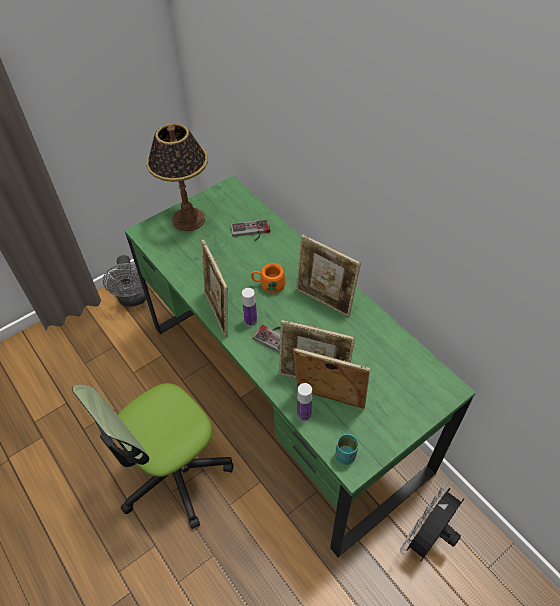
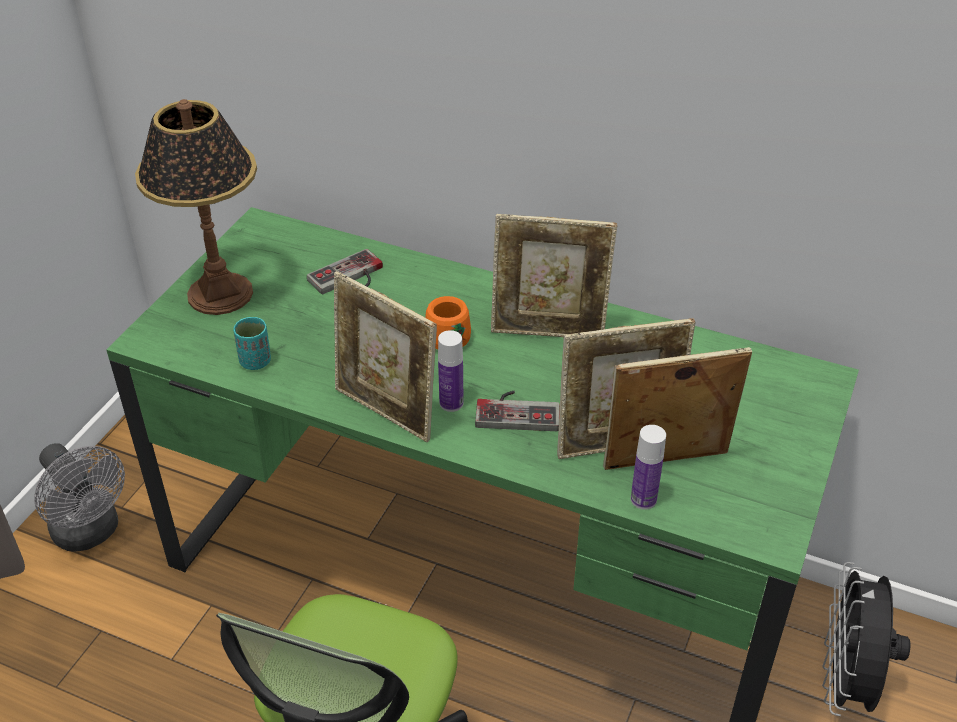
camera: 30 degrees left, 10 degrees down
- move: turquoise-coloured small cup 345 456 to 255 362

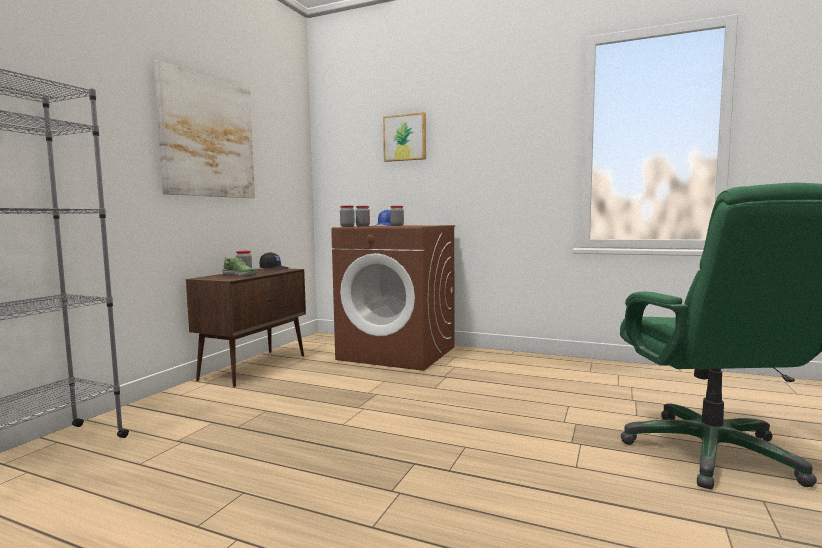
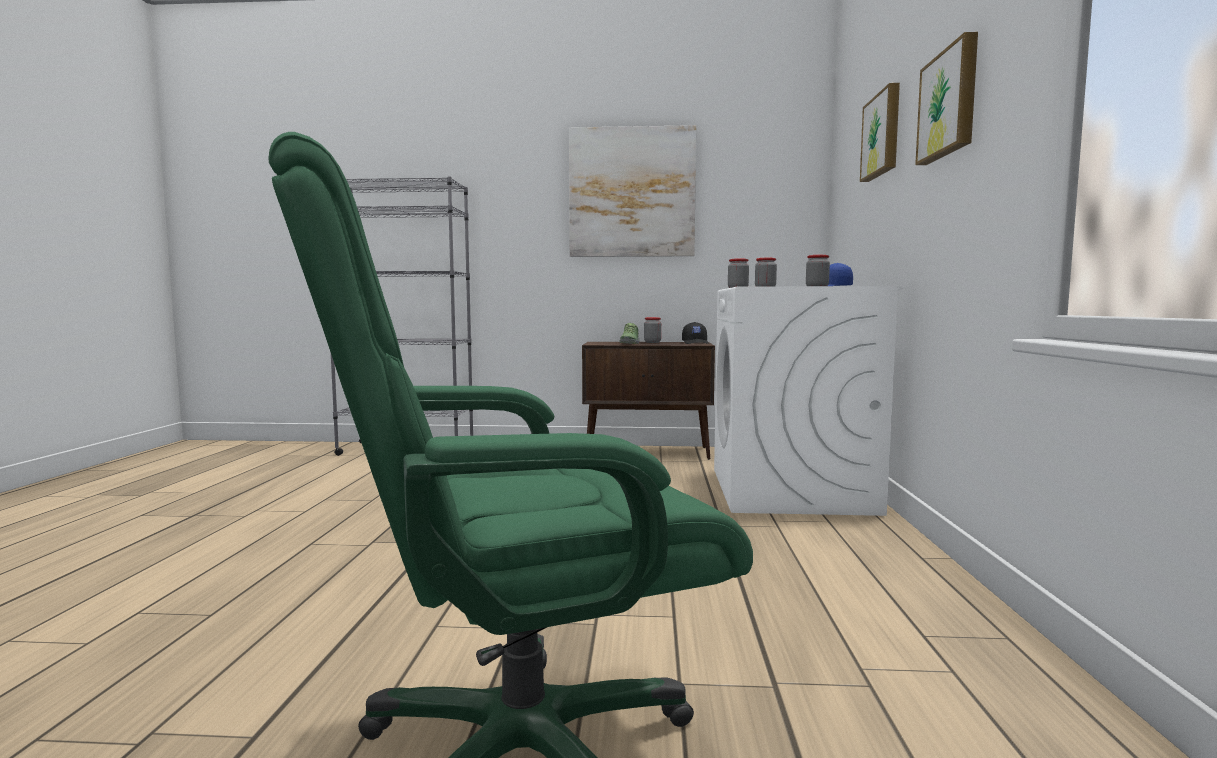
camera: 70 degrees right, 0 degrees up
- recolor: brown laundry machine 398 353 to whitish laundry machine 791 491
- insert: wall picture 950 104

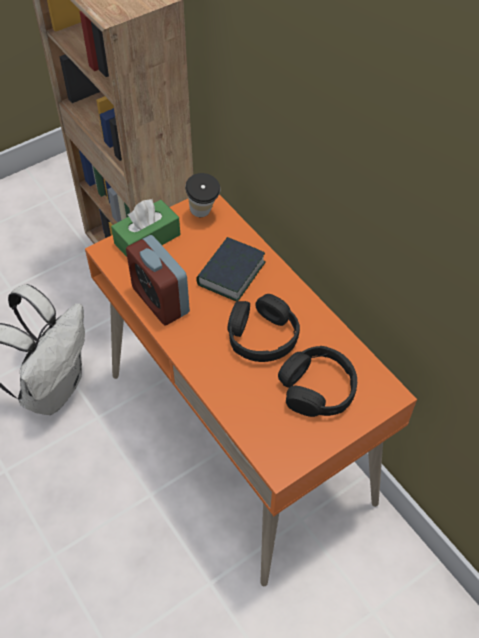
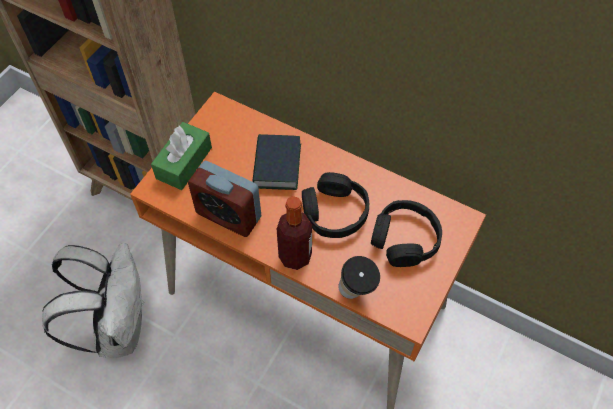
camera: 25 degrees left, 5 degrees up
- move: small cup 203 215 to 356 293
- insert: beverage bottle 295 256

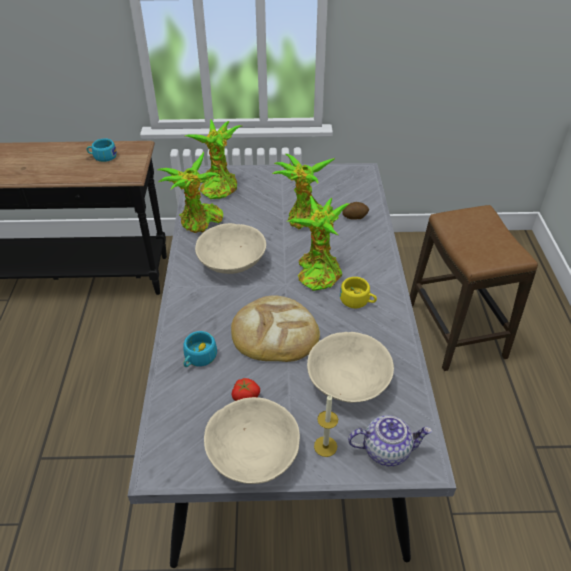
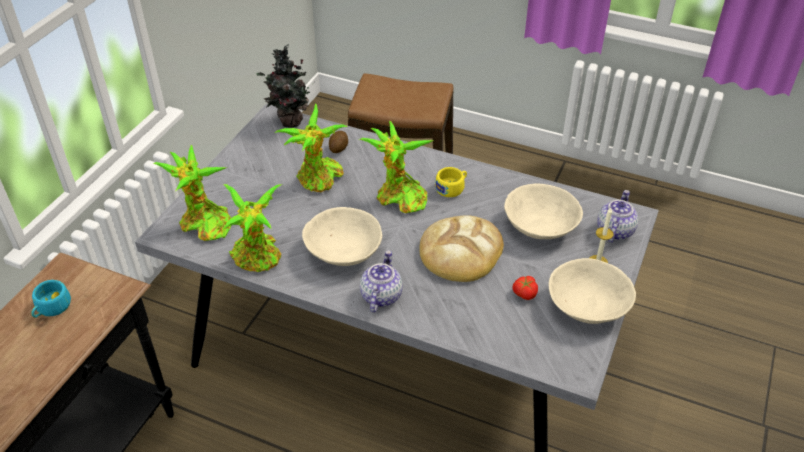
camera: 65 degrees left, 0 degrees up
- delete: turquoise-coloured small cup 198 358
- insert: houseplant 289 122
- insert: teapot 380 295

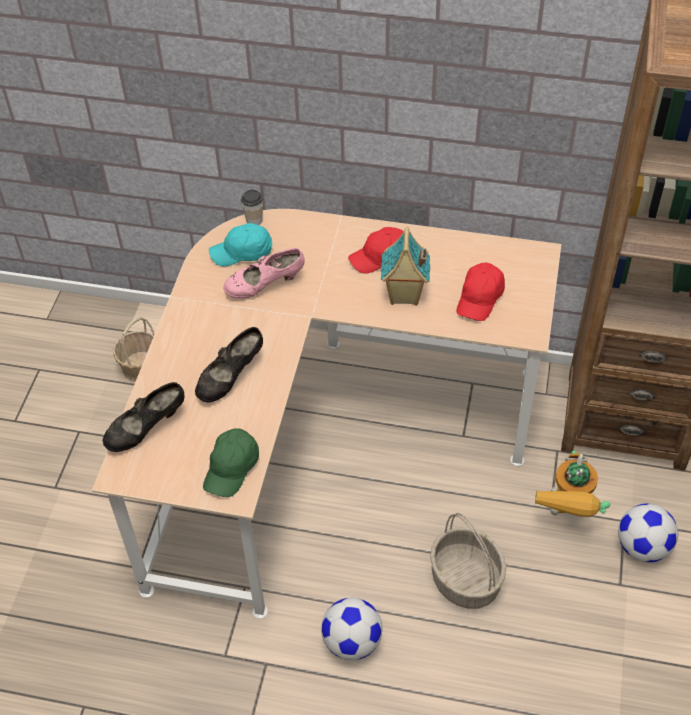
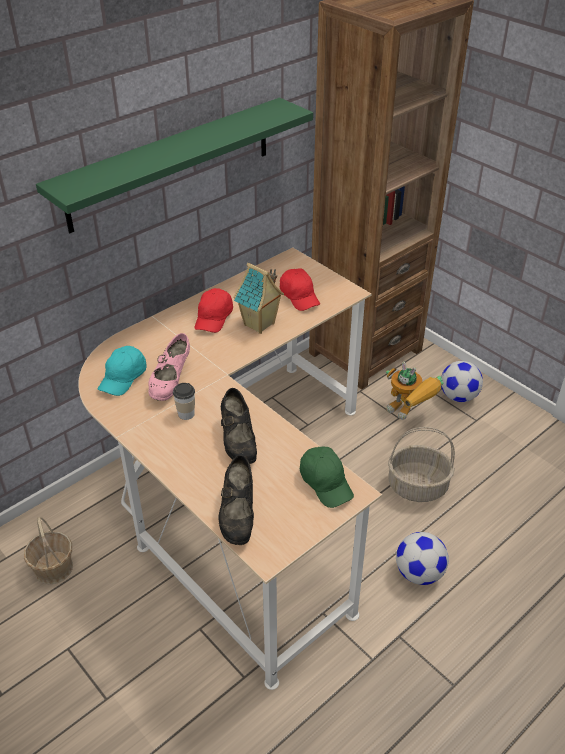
camera: 55 degrees left, 10 degrees down
- move: small cup 254 220 to 186 414
- insert: green wall shelf 171 164

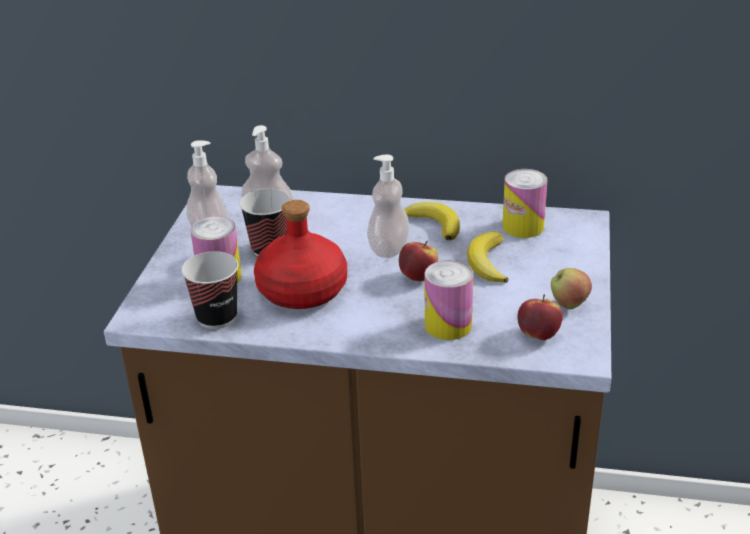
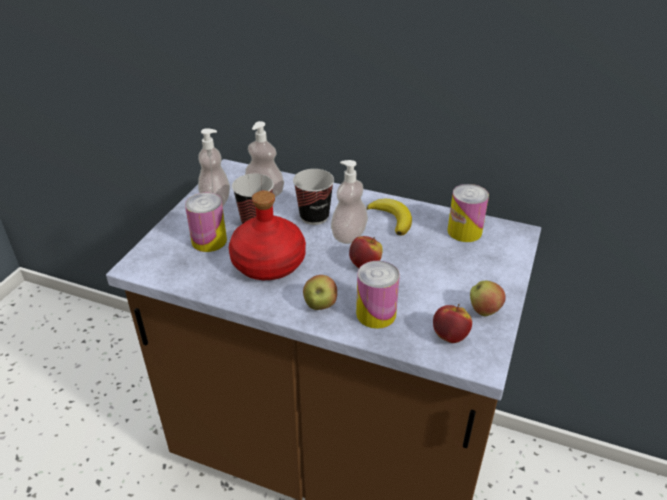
camera: 10 degrees right, 5 degrees up
- delete: banana 487 262
- move: small cup 217 317 to 314 216
- insert: apple 320 305

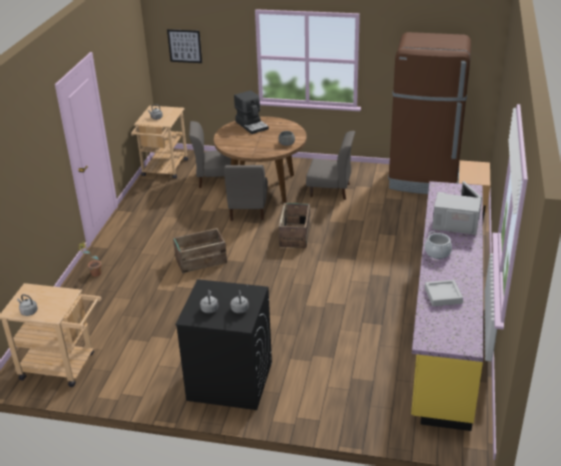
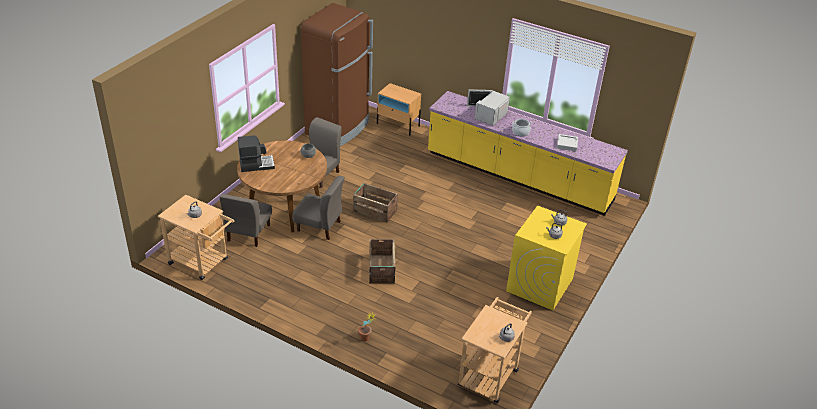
camera: 75 degrees left, 5 degrees up
- delete: wall picture 184 46
- recolor: black-coloured laundry machine 229 381 to yellowish laundry machine 539 285

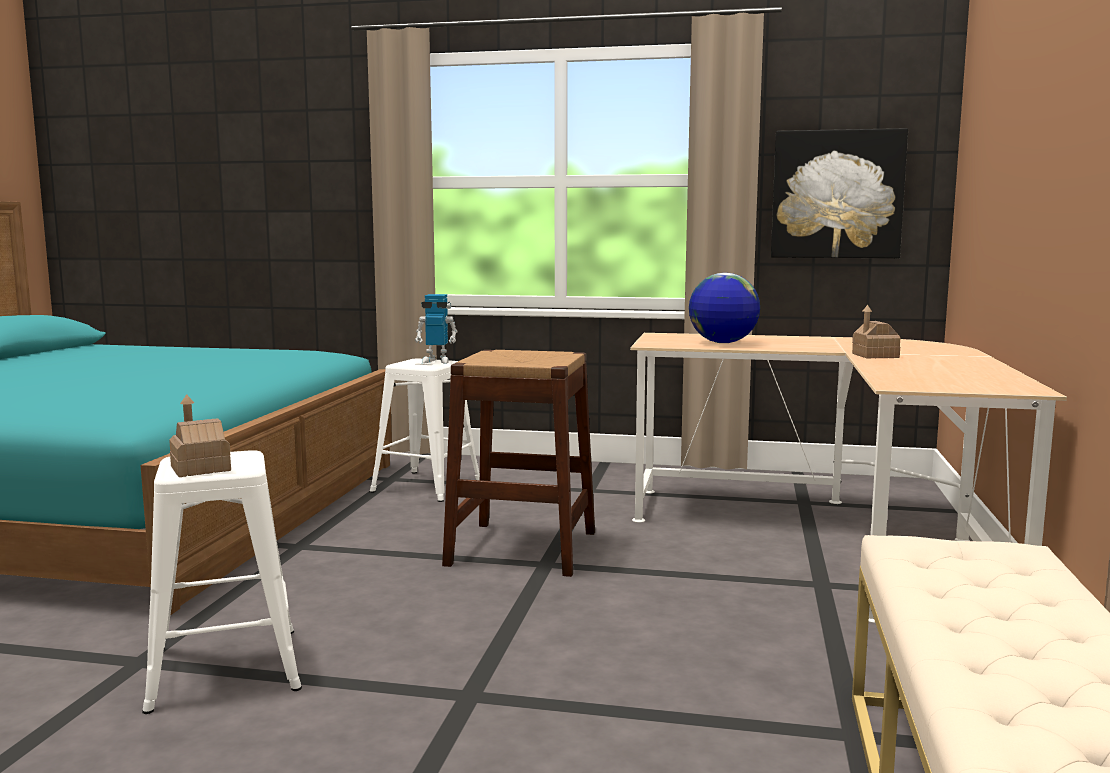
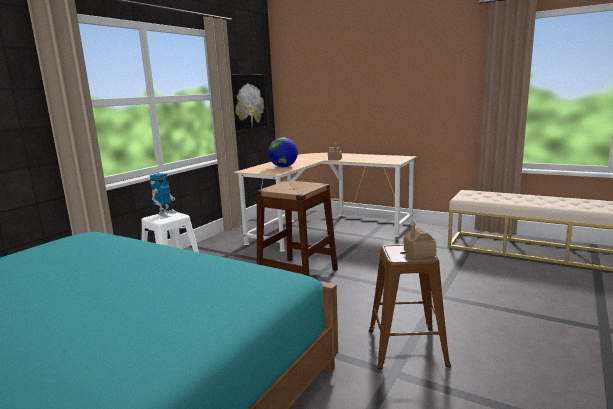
camera: 70 degrees left, 5 degrees up
- recolor: whitish sitting stool 227 668 to brown sitting stool 407 346

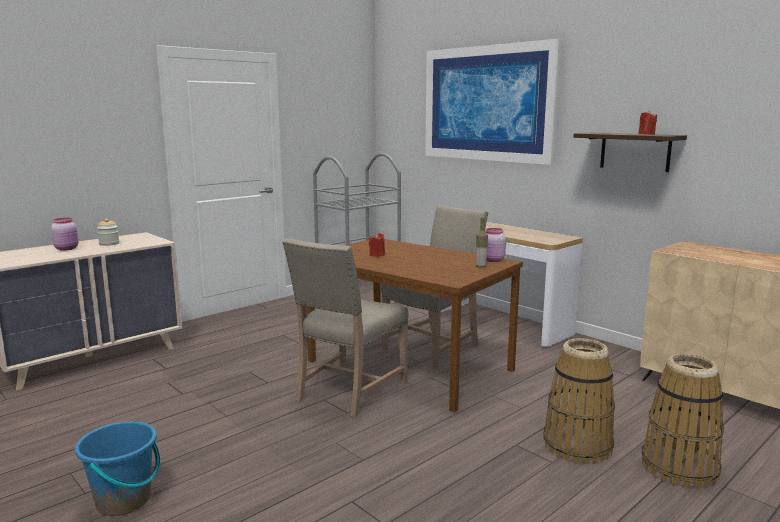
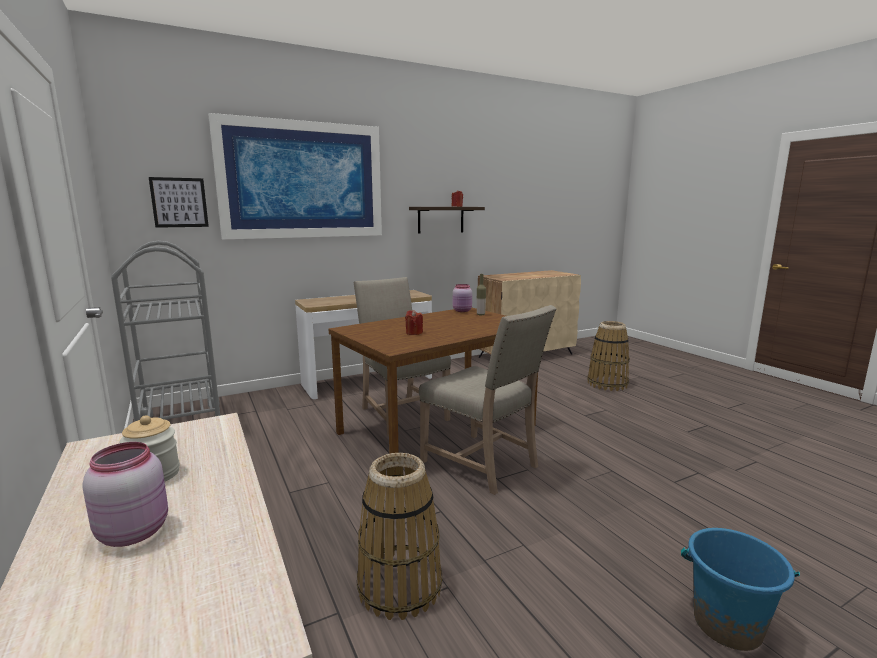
camera: 75 degrees left, 0 degrees up
- move: household basket 577 445 to 399 586
- insert: wall picture 179 202

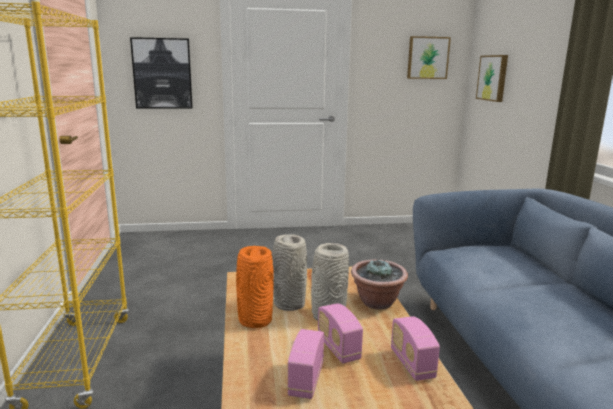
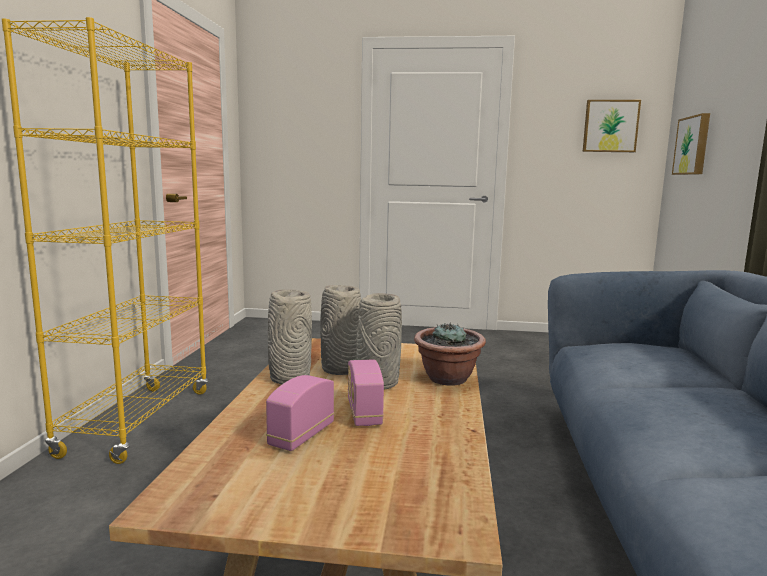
camera: 15 degrees right, 5 degrees down
- delete: wall picture 162 73
- recolor: orangey flower vase 255 320 to grey flower vase 289 378
- delete: radio set 412 364

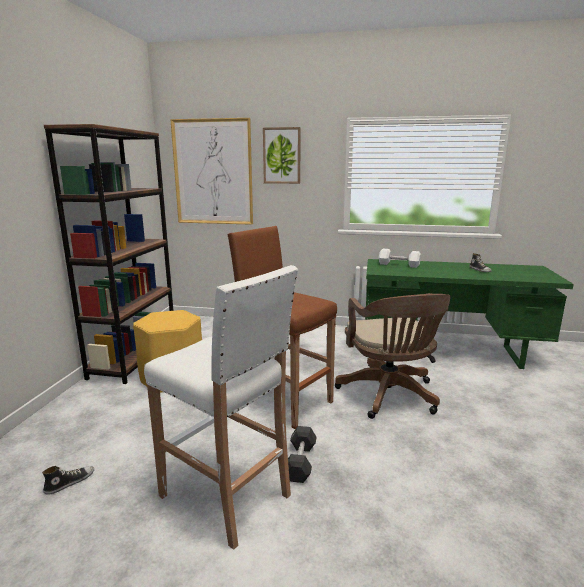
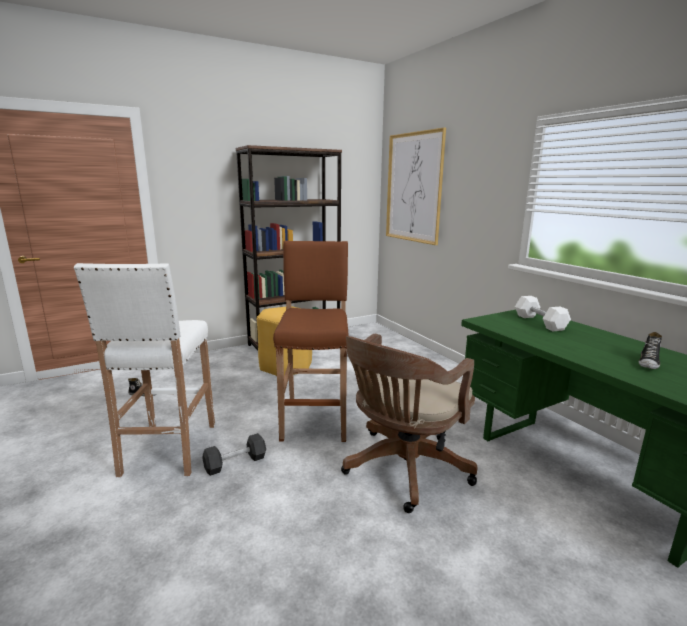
camera: 50 degrees right, 0 degrees up
- delete: wall picture 282 156

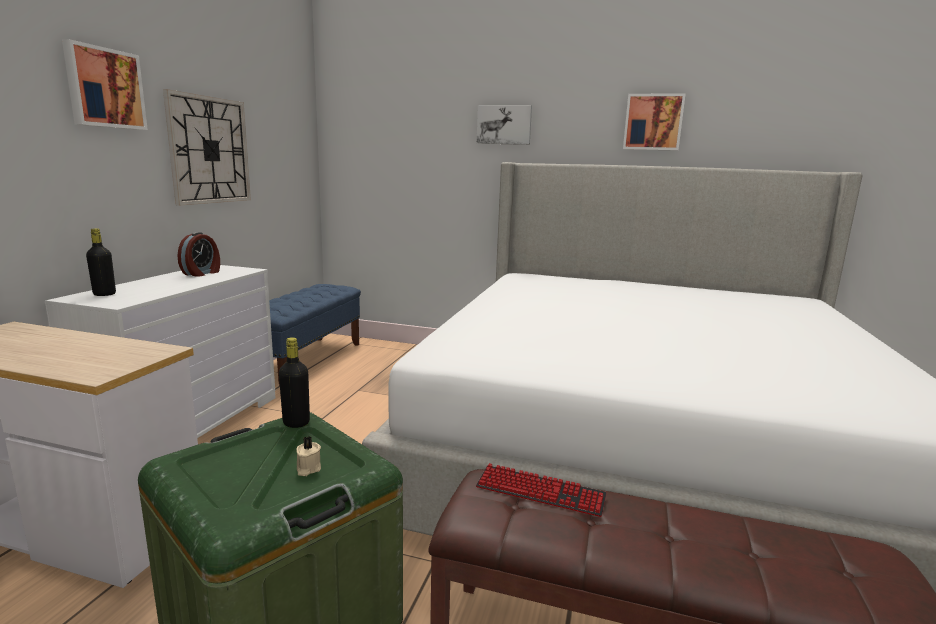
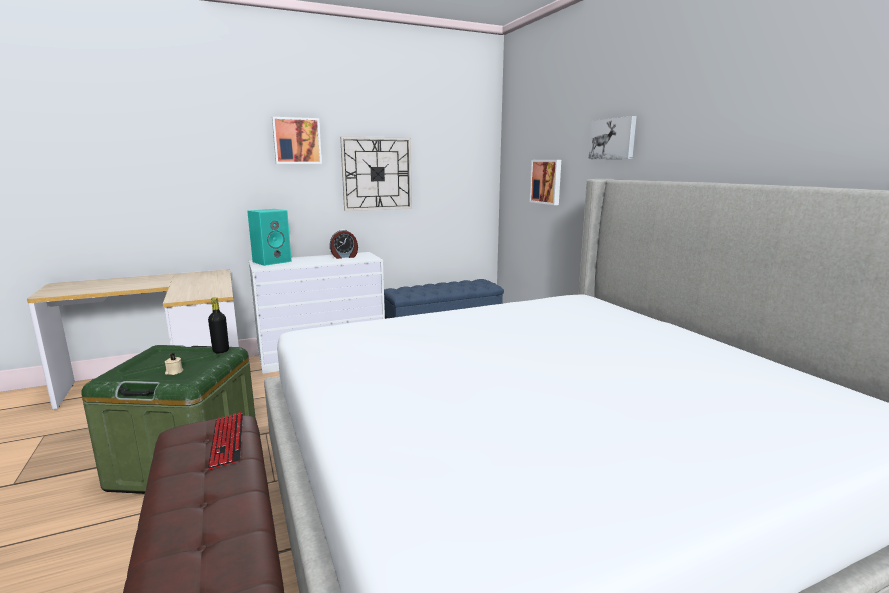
camera: 50 degrees right, 0 degrees up
- move: wall picture 653 122 to 546 181
- replace: black-coloured beverage bottle 104 294 to turquoise-coloured speaker 272 261

